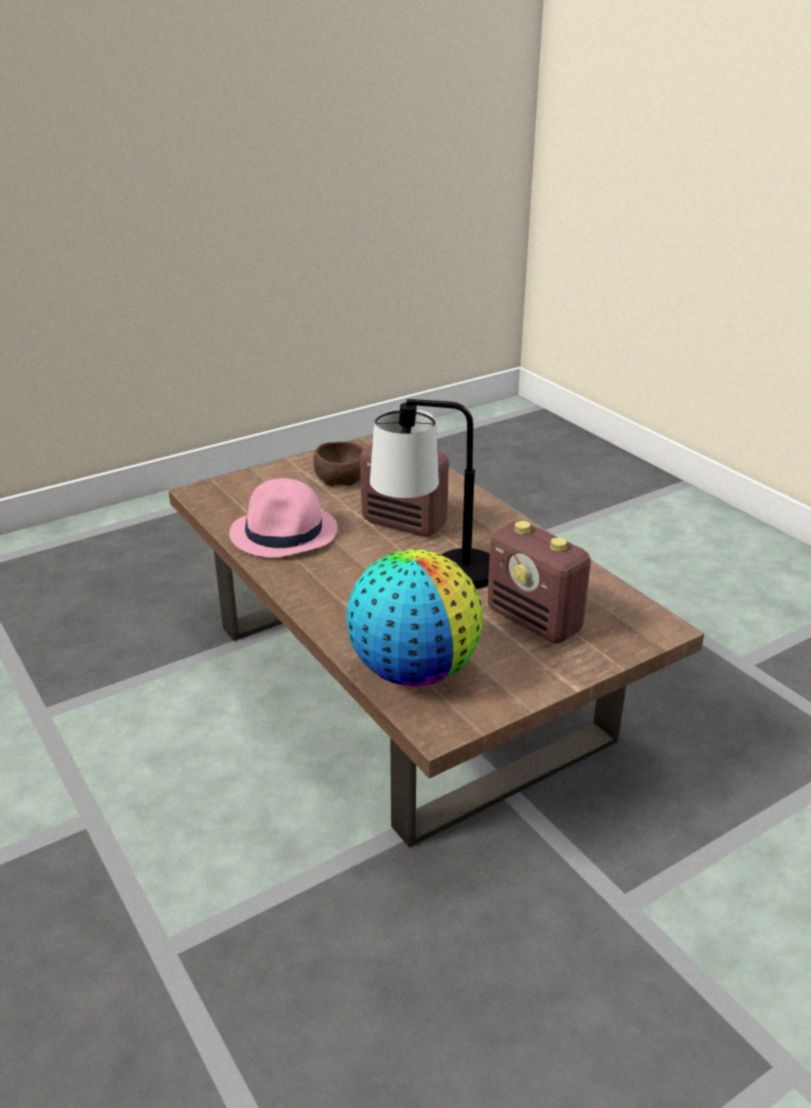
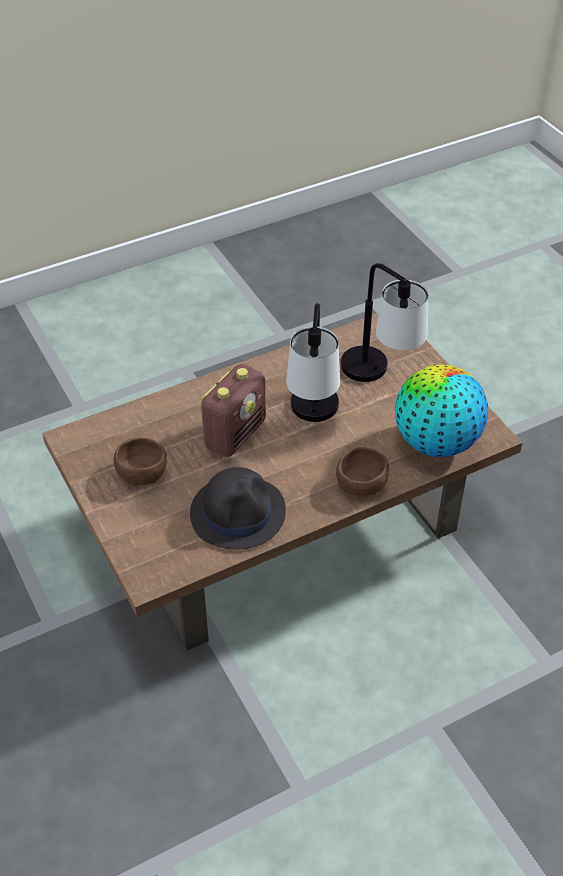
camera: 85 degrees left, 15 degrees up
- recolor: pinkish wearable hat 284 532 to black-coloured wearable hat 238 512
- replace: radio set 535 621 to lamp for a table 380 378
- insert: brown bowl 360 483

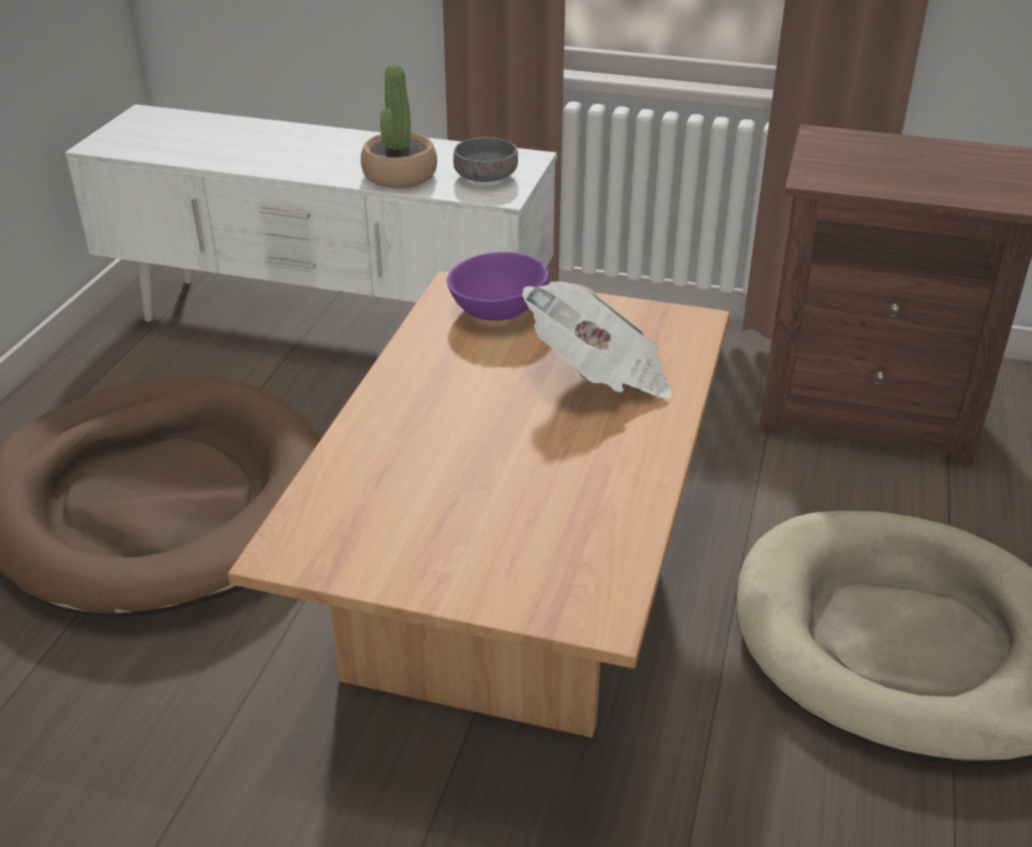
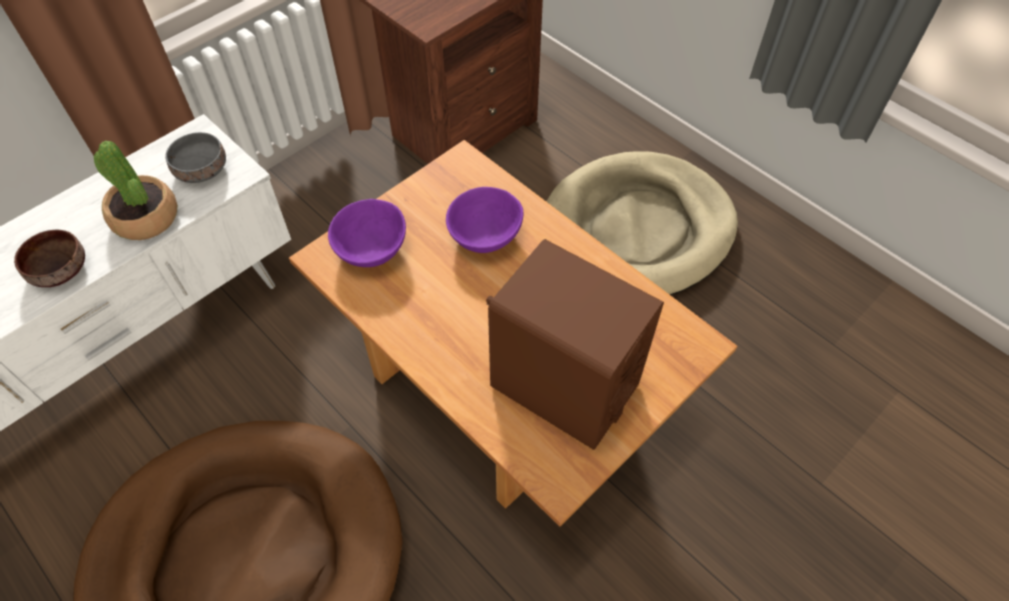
camera: 60 degrees left, 20 degrees up
- replace: printed paper 599 375 to purplish bowl 485 234
- insert: brown bowl 58 268
- insert: brown speaker 563 385

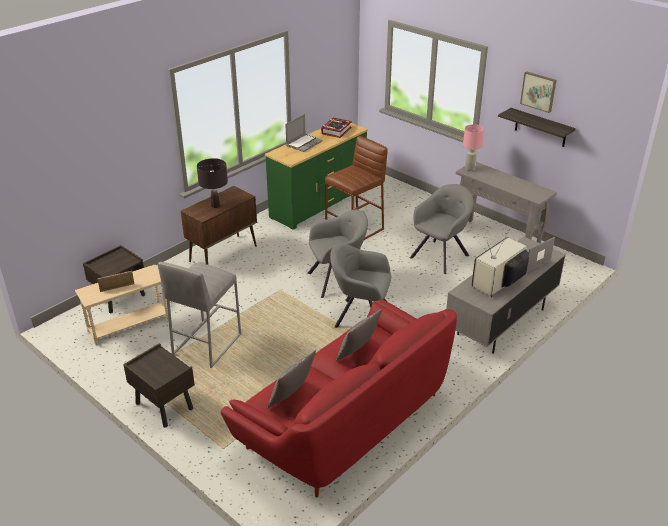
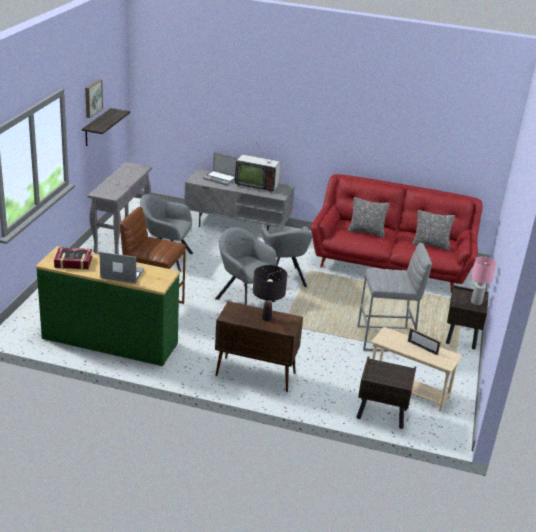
camera: 120 degrees left, 5 degrees down
- move: pinkish lamp for a table 470 168 to 476 302

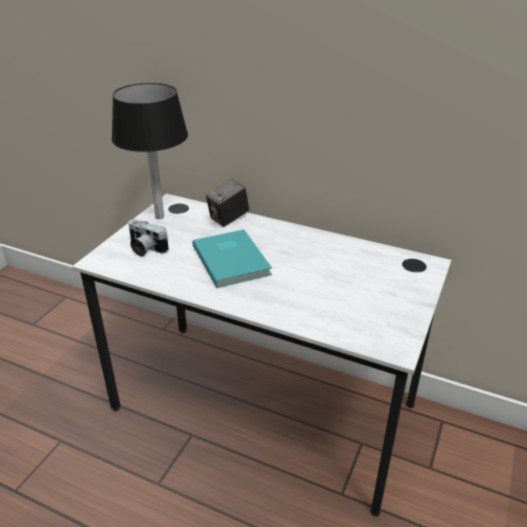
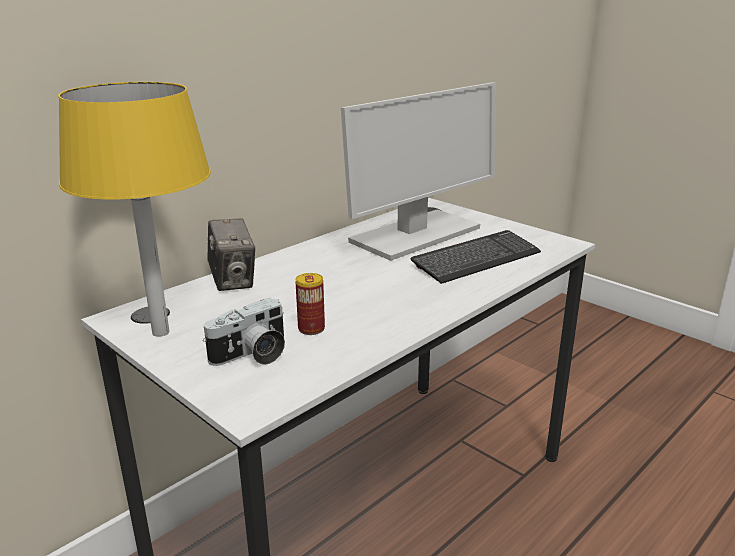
camera: 70 degrees left, 10 degrees down
- recolor: black-coloured lamp for a table 160 217 to yellowish lamp for a table 160 332
- delete: turquoise-coloured volume 232 259
- insert: computer screen 415 235
- insert: keyboard 476 259
- insert: sealed can 311 329

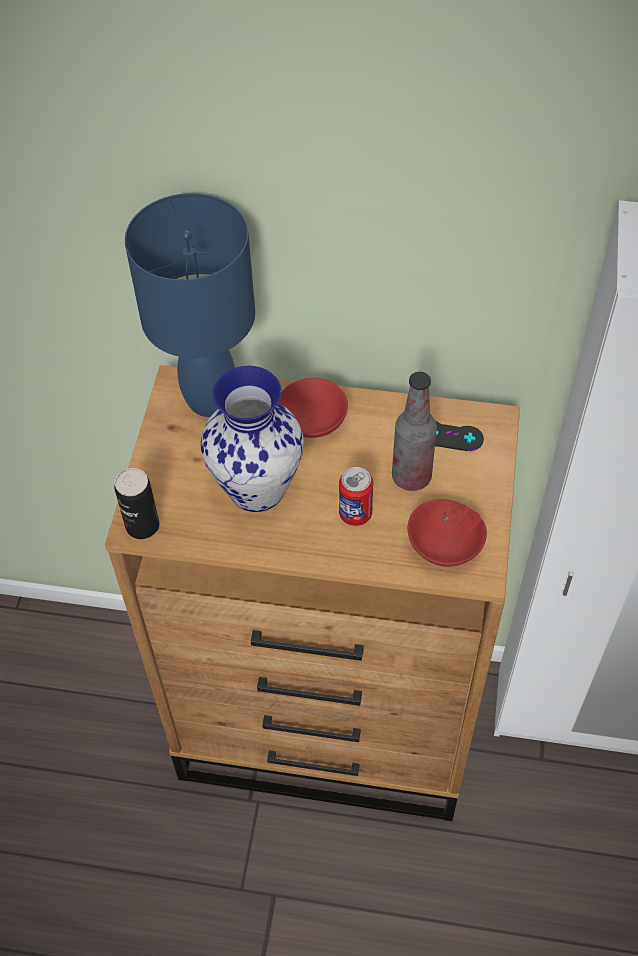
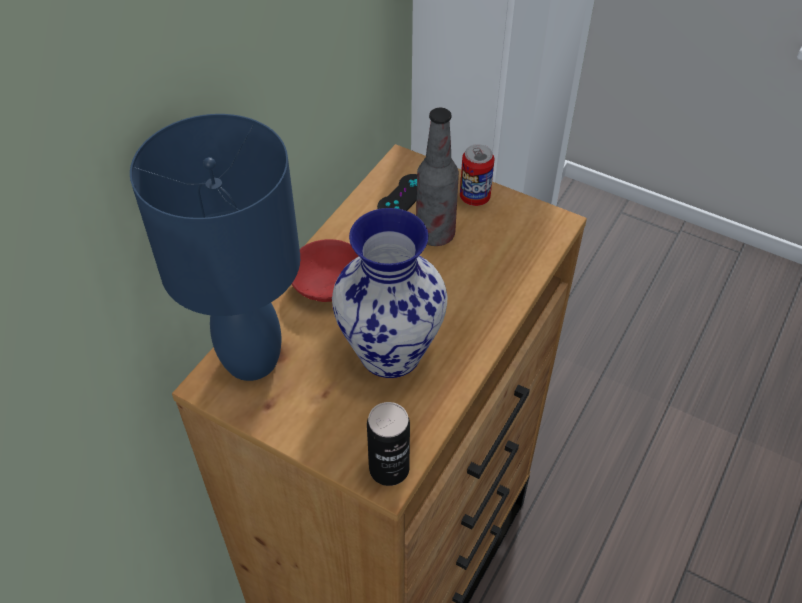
camera: 70 degrees left, 5 degrees down
- move: sealed can 355 514 to 474 197
- delete: reddish bowl 442 545

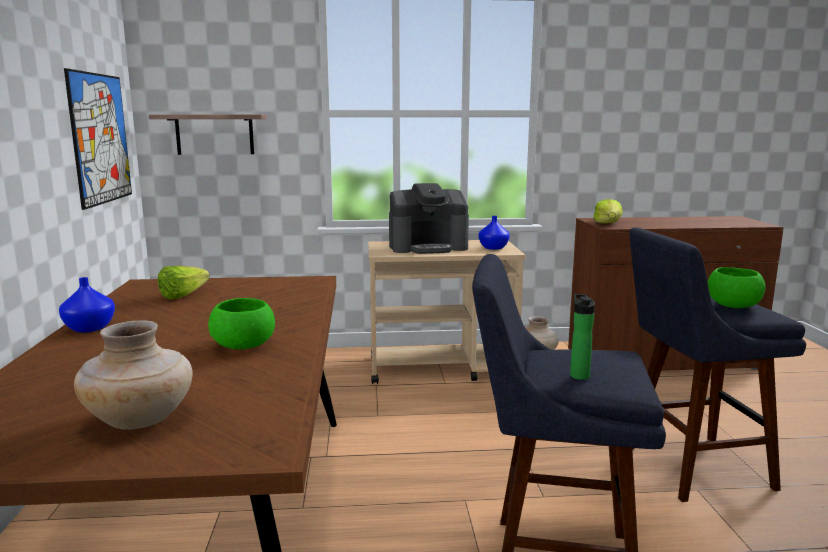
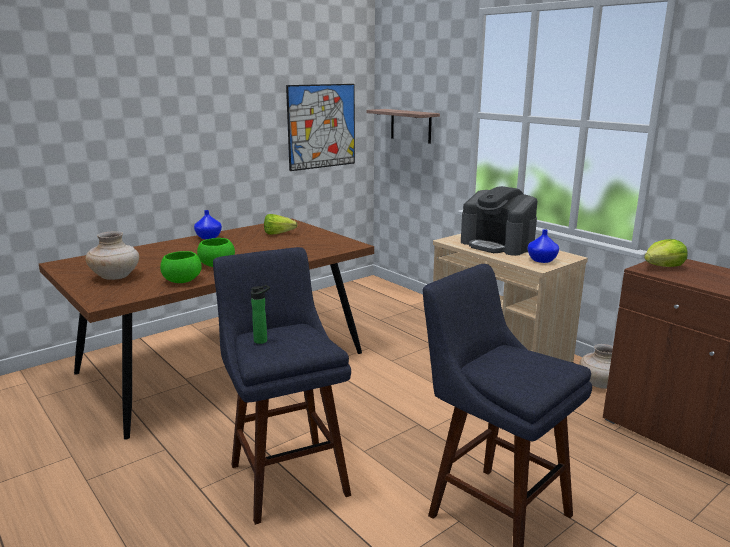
camera: 55 degrees right, 5 degrees up
- move: green bowl 732 306 to 182 281

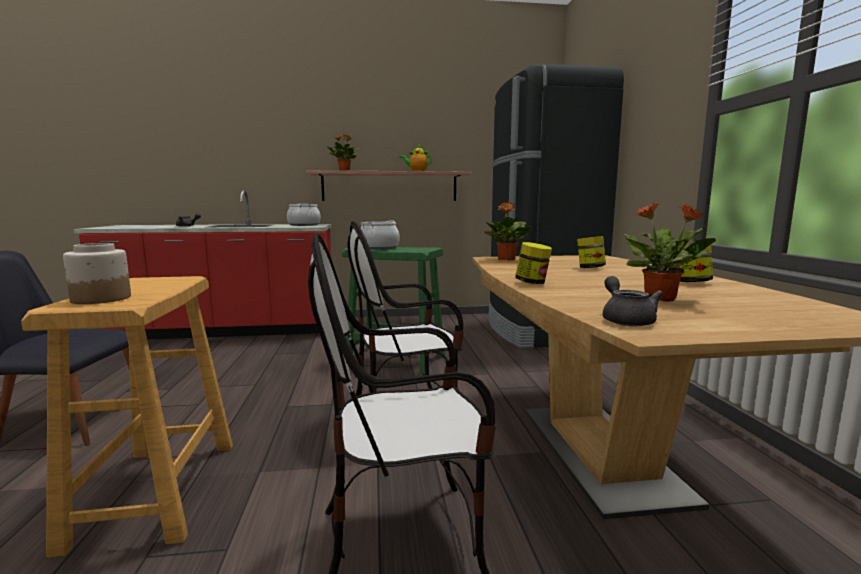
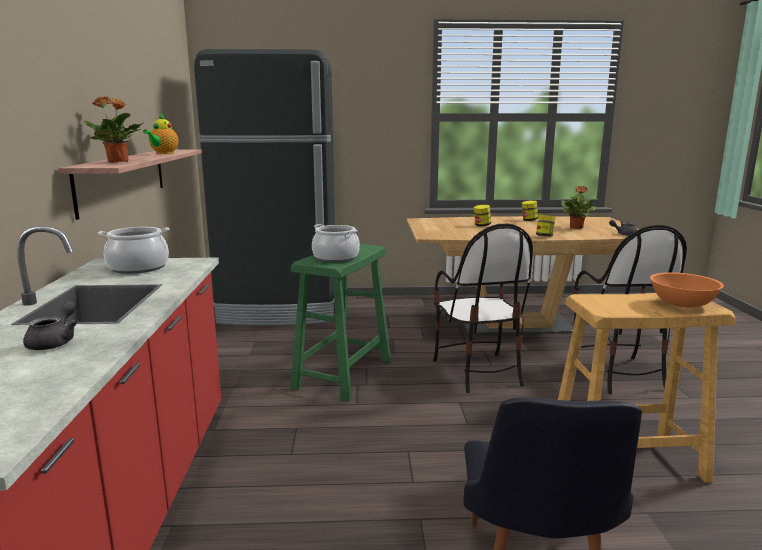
camera: 85 degrees left, 5 degrees up
- delete: houseplant 506 259
- replace: jar 101 299 to orangey bowl 683 304

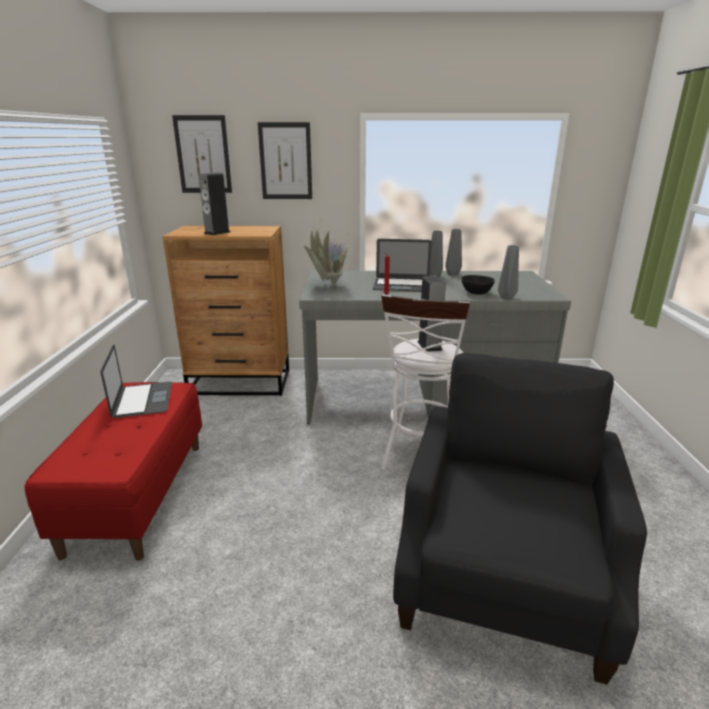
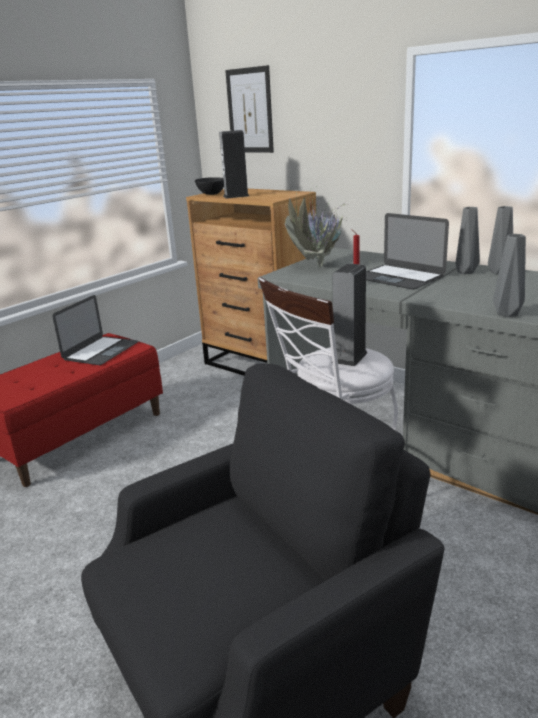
camera: 40 degrees right, 0 degrees up
- delete: wall picture 285 161
- move: black-coloured bowl 475 293 to 211 194

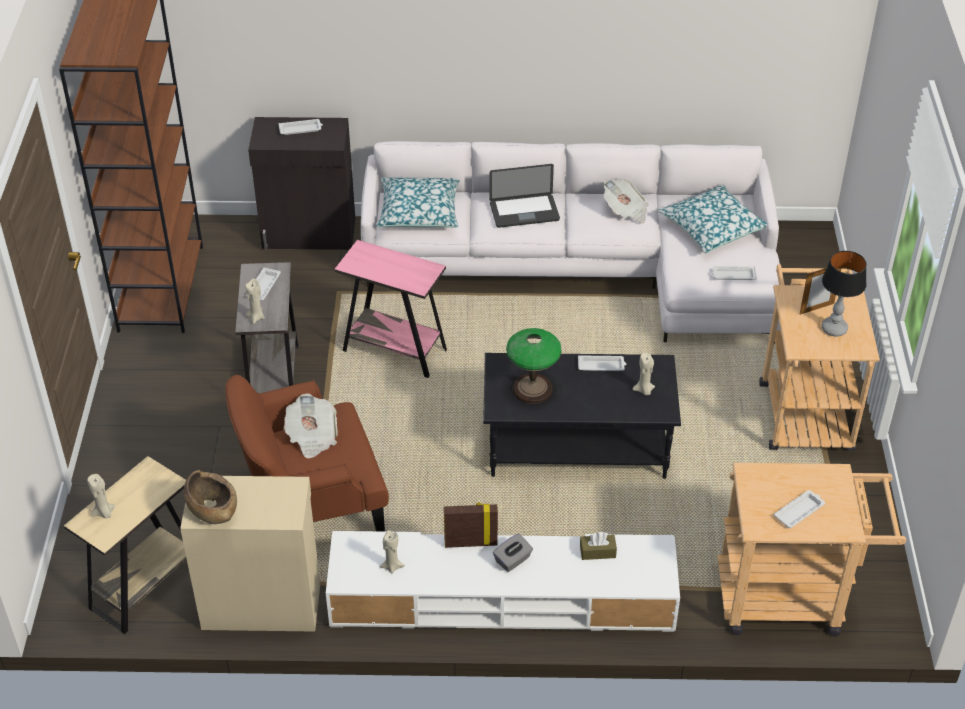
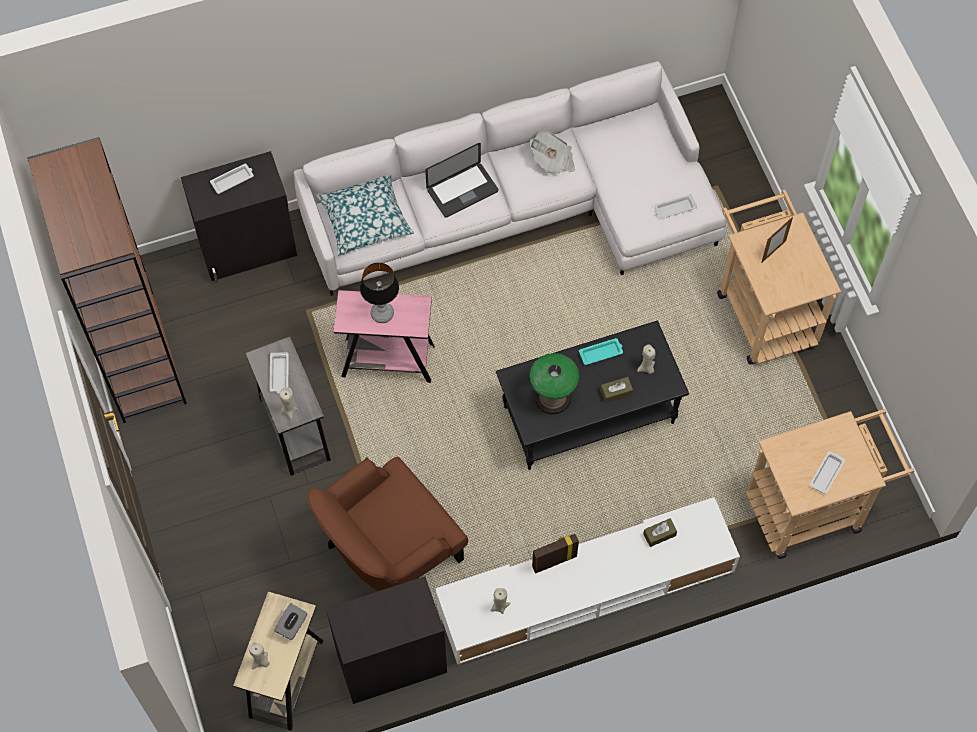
camera: 20 degrees left, 20 degrees up
- delete: cushion 712 227
- move: lamp for a table 834 329 to 382 313
- recolor: whitish tray 601 366 to turquoise-coloured tray 601 353
- delete: printed paper 312 437
- delete: brown bowl 212 507
- recolor: beige cupboard 261 604 to black-coloured cupboard 390 662
- move: grey box of tissues 513 560 to 292 626
- insert: brown box of tissues 616 392

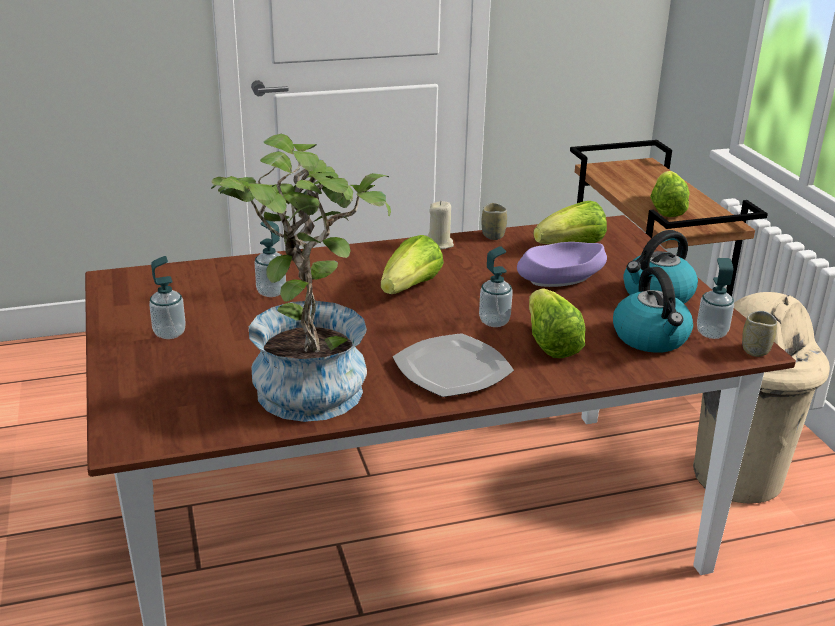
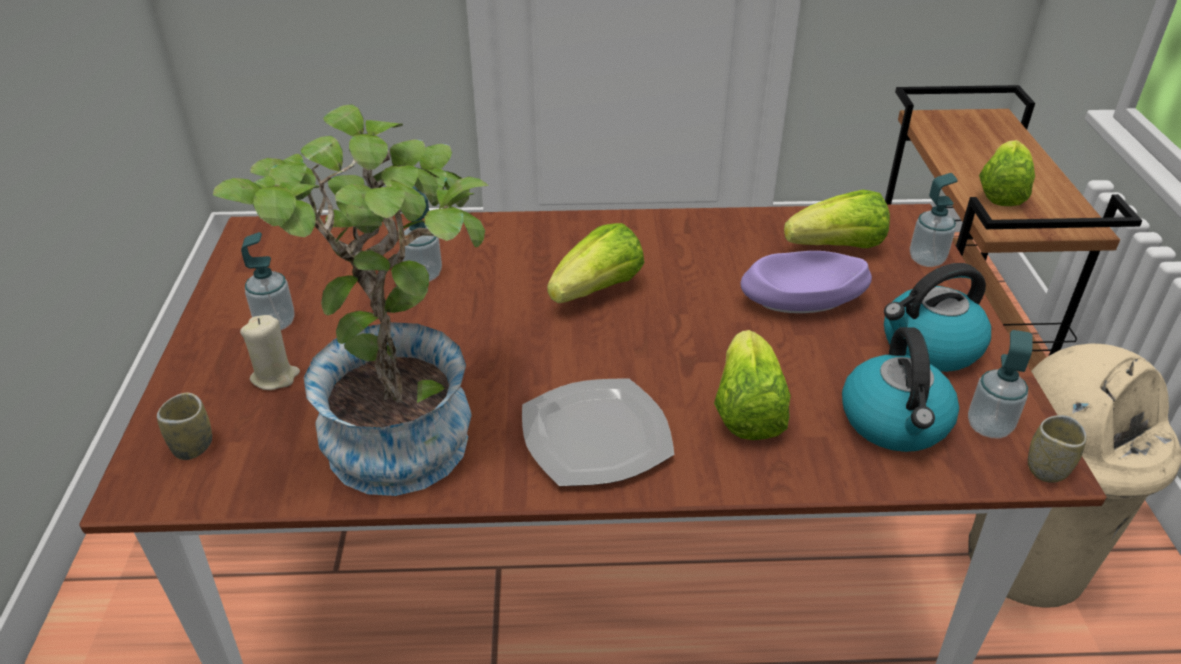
camera: 15 degrees right, 10 degrees up
- move: beige wax candle 439 244 to 275 377
- move: small cup 493 235 to 193 446
- move: liquid soap bottle 494 321 to 926 259

